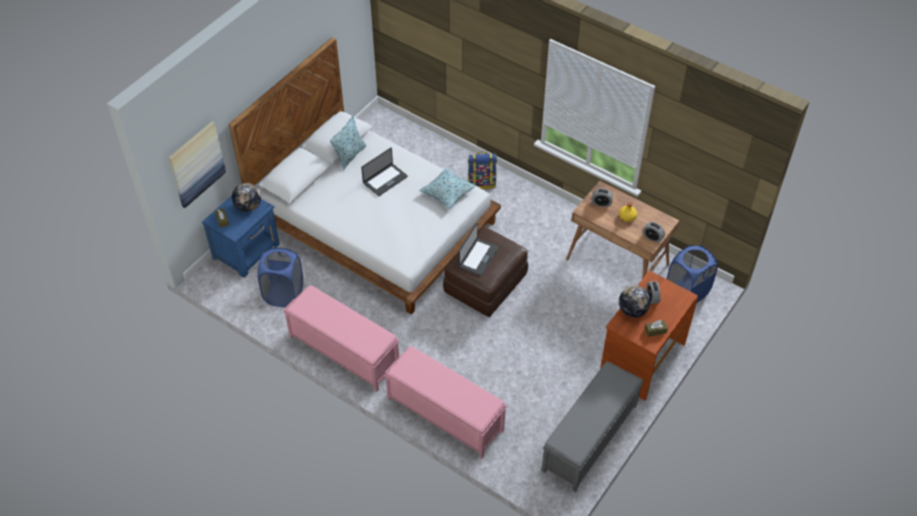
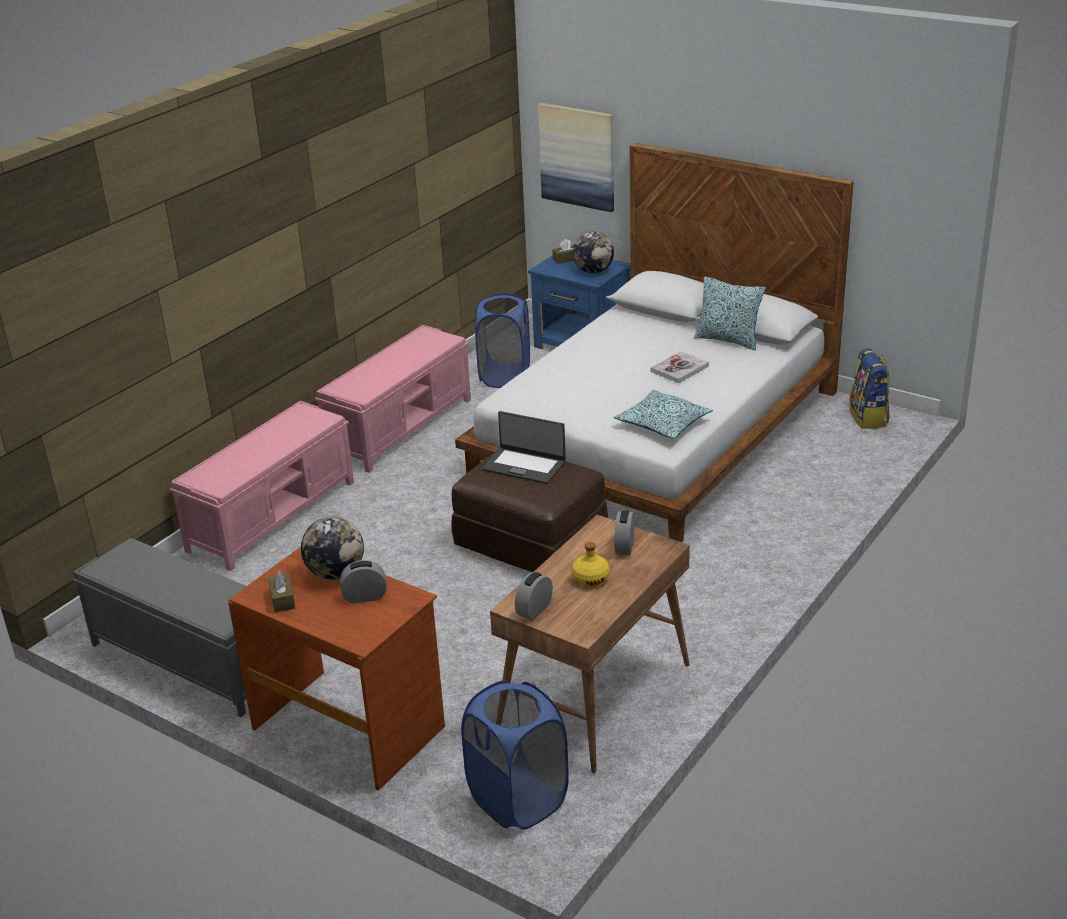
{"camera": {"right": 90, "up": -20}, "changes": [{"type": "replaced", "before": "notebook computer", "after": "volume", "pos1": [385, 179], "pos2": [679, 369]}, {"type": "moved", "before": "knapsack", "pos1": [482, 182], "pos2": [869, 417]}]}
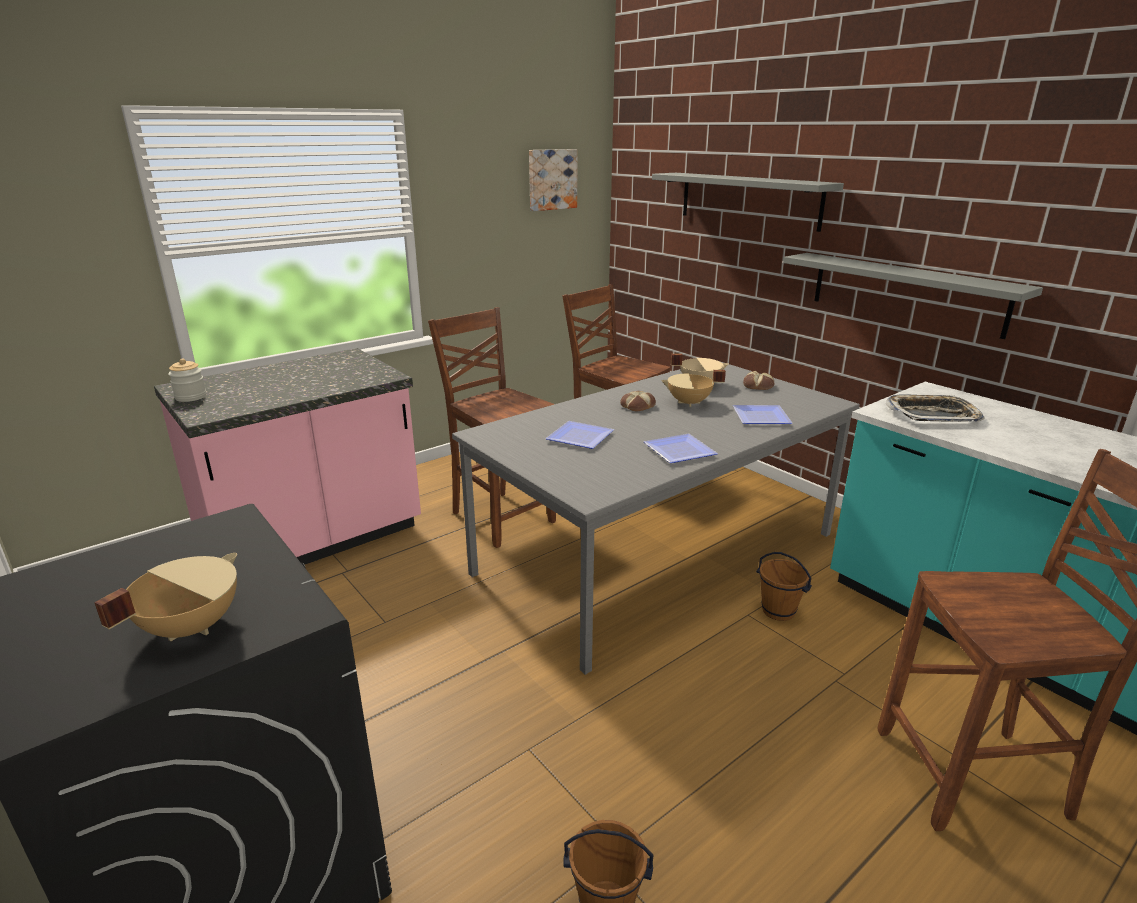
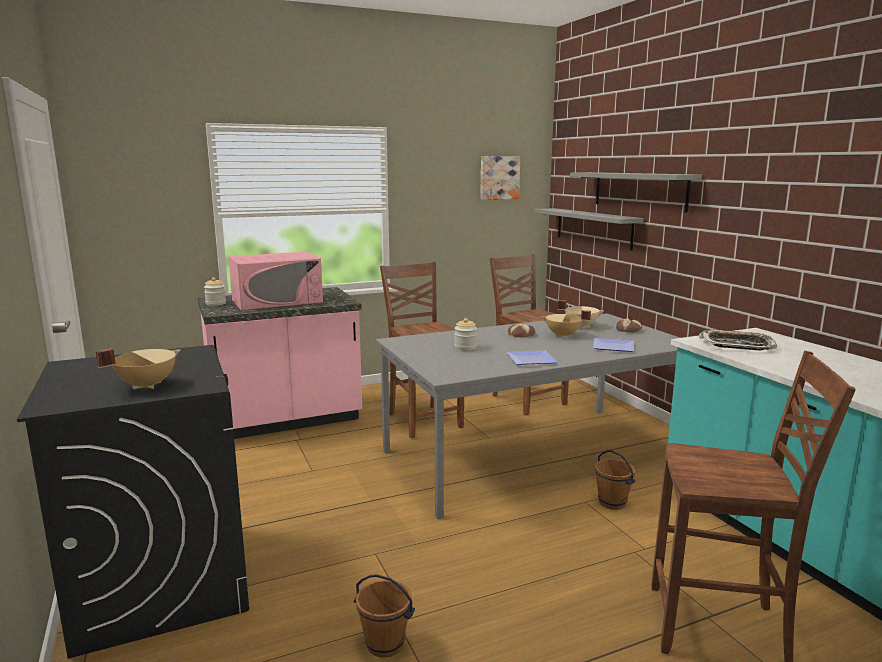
{"camera": {"right": 15, "up": -10}, "changes": [{"type": "replaced", "before": "dinner plate", "after": "jar", "pos1": [582, 437], "pos2": [465, 347]}, {"type": "moved", "before": "grey shelf", "pos1": [905, 293], "pos2": [593, 228]}, {"type": "added", "after": "pink-coloured kitchen microwave", "pos2": [277, 301]}]}
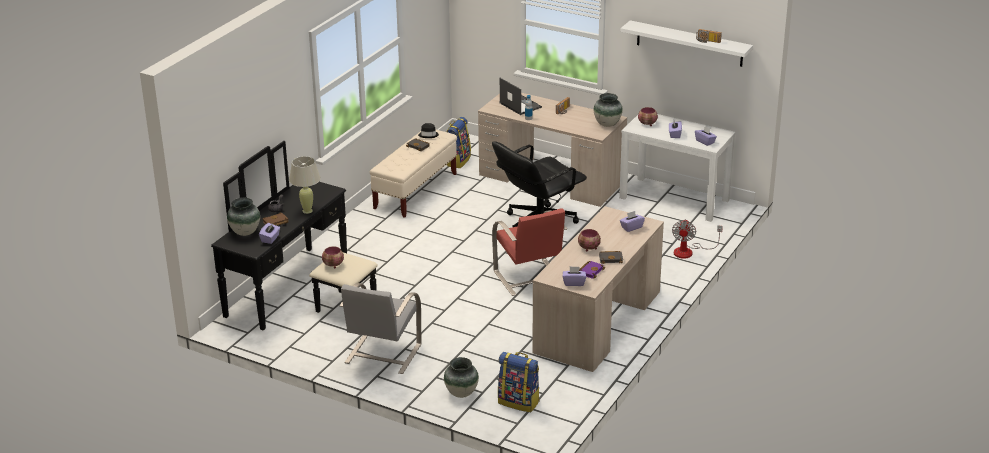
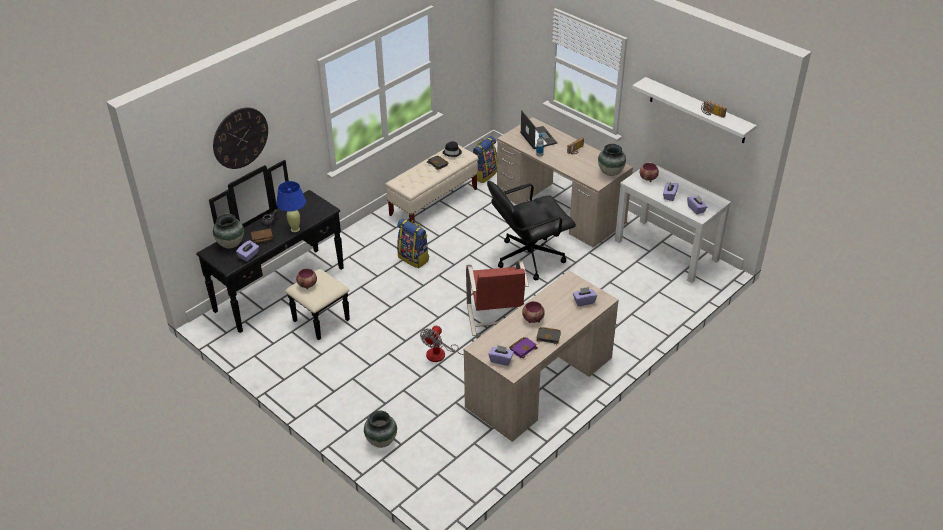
{"camera": {"right": 15, "up": 10}, "changes": [{"type": "recoloured", "before": "beige-coloured lamp for a table", "after": "blue-coloured lamp for a table", "pos1": [307, 211], "pos2": [295, 229]}, {"type": "removed", "before": "grey chair", "pos1": [382, 354]}, {"type": "moved", "before": "knapsack", "pos1": [519, 402], "pos2": [414, 258]}, {"type": "moved", "before": "cooling fan", "pos1": [689, 251], "pos2": [443, 354]}, {"type": "added", "after": "clock on the wall", "pos2": [240, 138]}]}
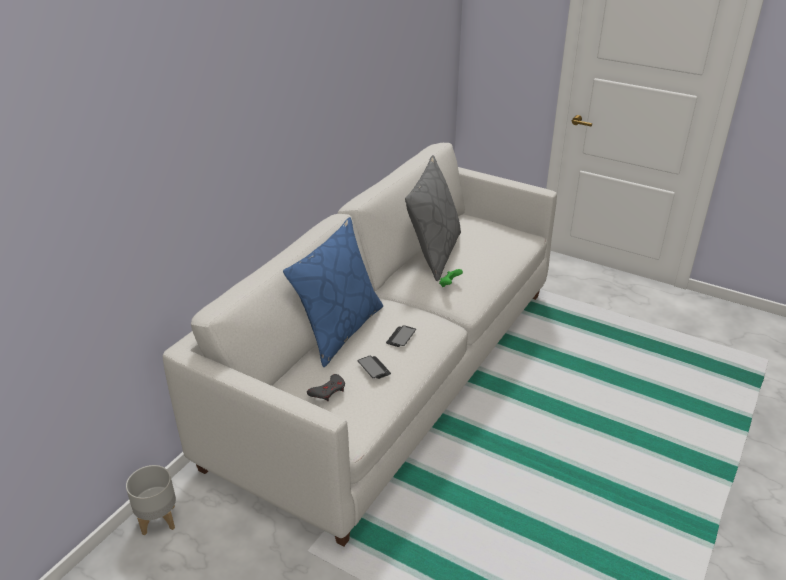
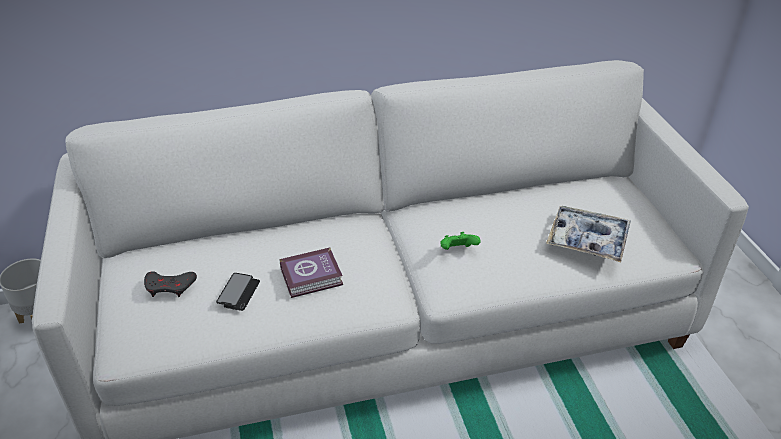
{"camera": {"right": 45, "up": 5}, "changes": [{"type": "removed", "before": "blue-coloured pillow", "pos1": [339, 330]}, {"type": "replaced", "before": "phone", "after": "volume", "pos1": [401, 337], "pos2": [313, 277]}, {"type": "removed", "before": "grey pillow", "pos1": [433, 253]}, {"type": "added", "after": "serving tray", "pos2": [587, 240]}]}
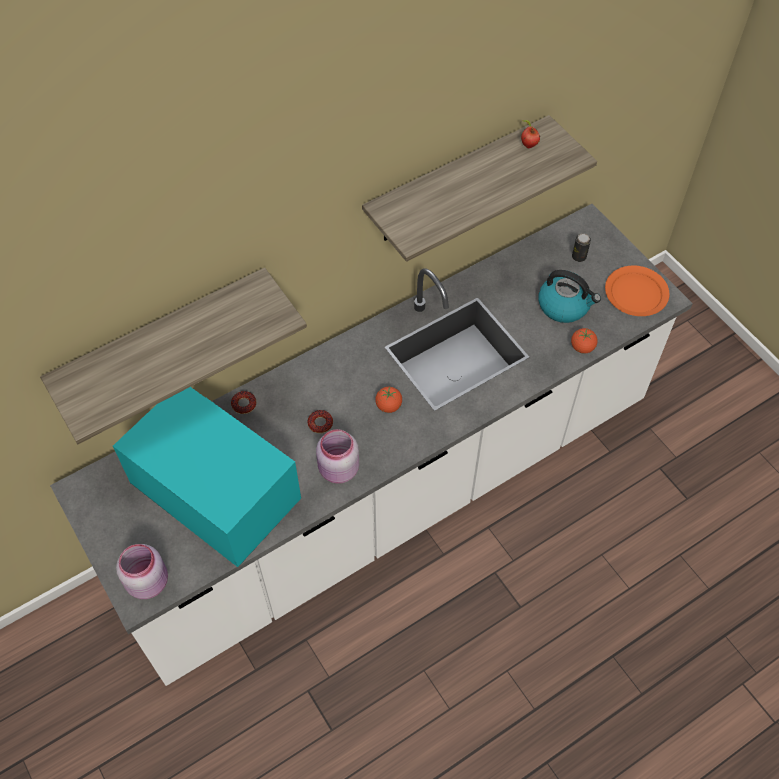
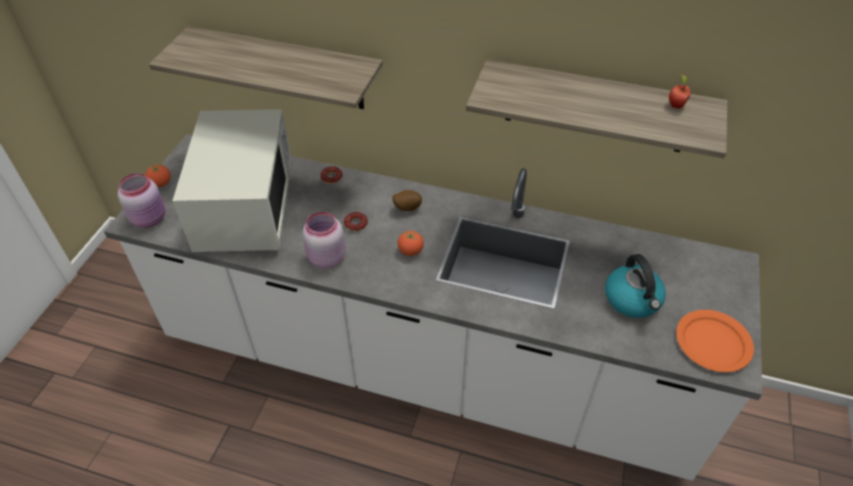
{"camera": {"right": 50, "up": -10}, "changes": [{"type": "recoloured", "before": "turquoise-coloured kitchen microwave", "after": "white-coloured kitchen microwave", "pos1": [215, 494], "pos2": [245, 208]}, {"type": "moved", "before": "tomato", "pos1": [582, 347], "pos2": [161, 184]}, {"type": "removed", "before": "metal can", "pos1": [579, 257]}, {"type": "added", "after": "spud", "pos2": [407, 208]}]}
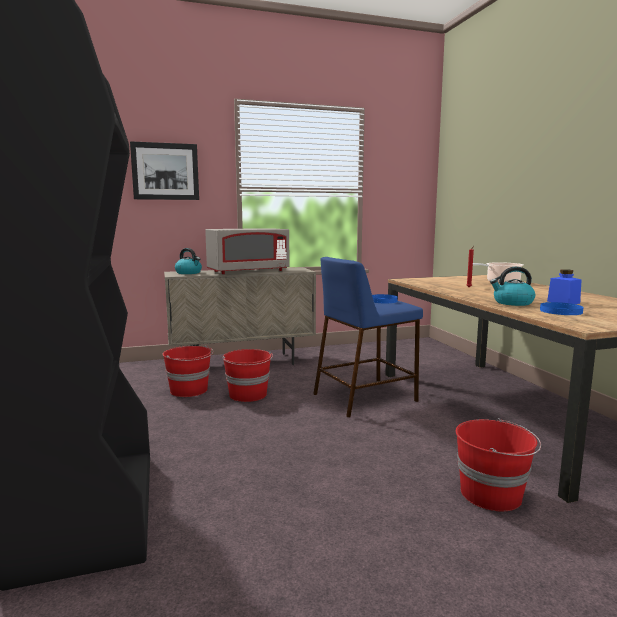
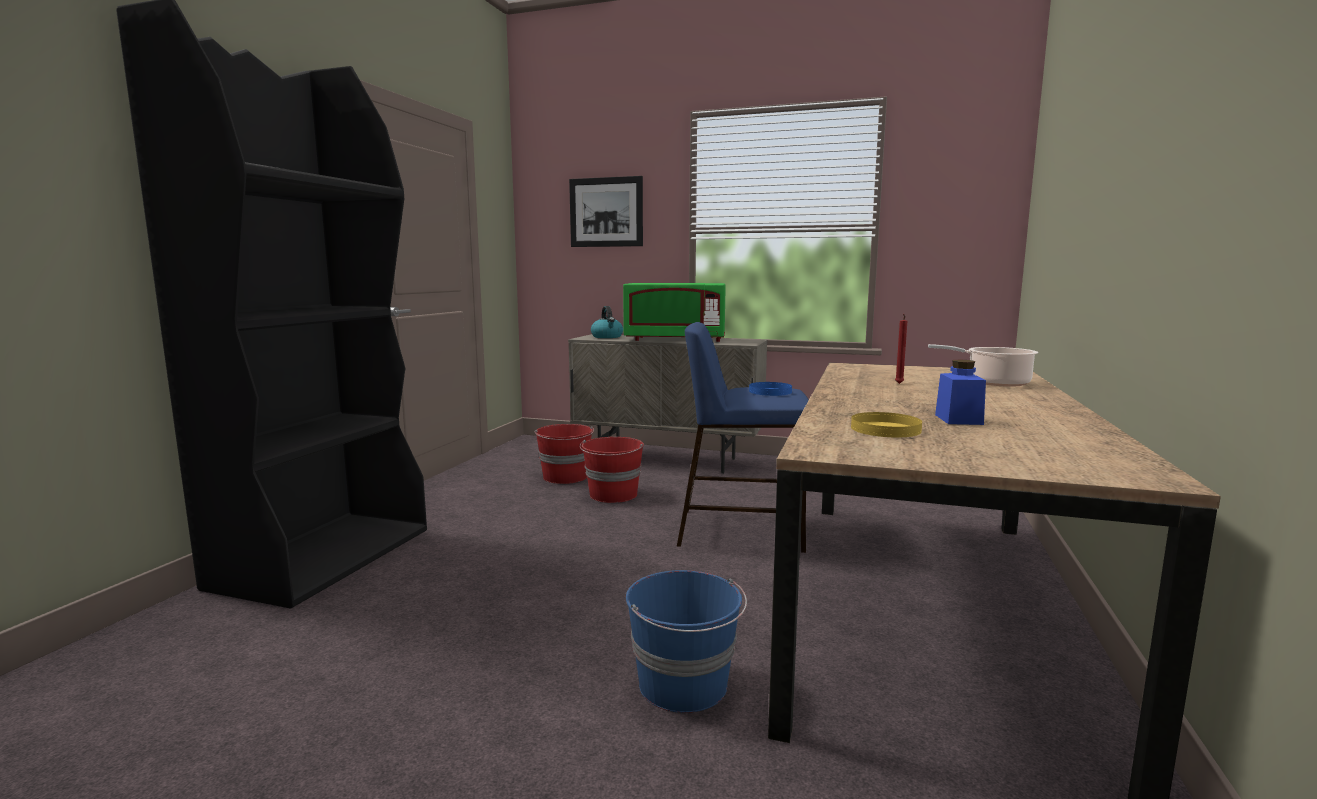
{"camera": {"right": 35, "up": 0}, "changes": [{"type": "recoloured", "before": "grey kitchen microwave", "after": "green-coloured kitchen microwave", "pos1": [248, 271], "pos2": [676, 339]}, {"type": "recoloured", "before": "red water bucket", "after": "blue-coloured water bucket", "pos1": [492, 494], "pos2": [684, 685]}, {"type": "removed", "before": "tea kettle", "pos1": [512, 303]}, {"type": "recoloured", "before": "blue-coloured dinner plate", "after": "yellow-coloured dinner plate", "pos1": [560, 311], "pos2": [885, 429]}]}
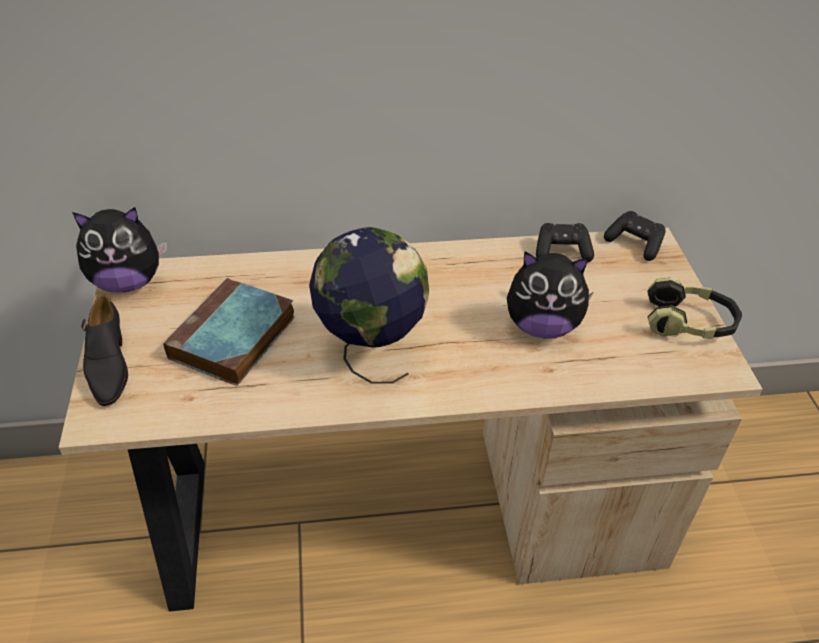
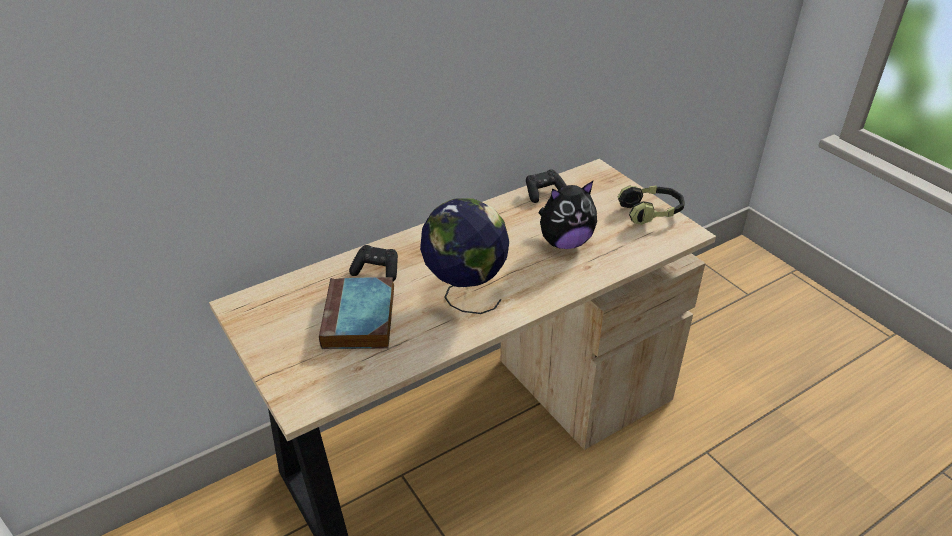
{"camera": {"right": -25, "up": -5}, "changes": [{"type": "removed", "before": "plush toy", "pos1": [128, 282]}, {"type": "removed", "before": "blackish low shoe", "pos1": [108, 365]}, {"type": "moved", "before": "blackish gamepad", "pos1": [634, 243], "pos2": [377, 271]}]}
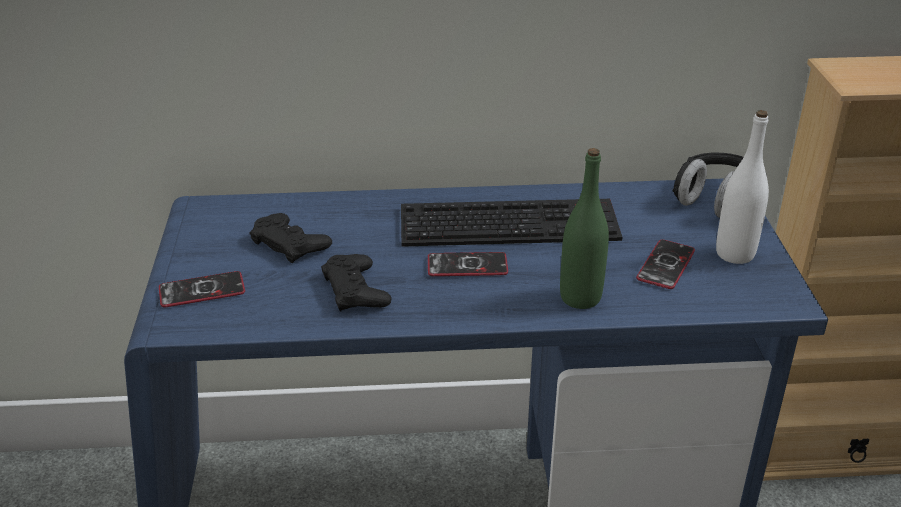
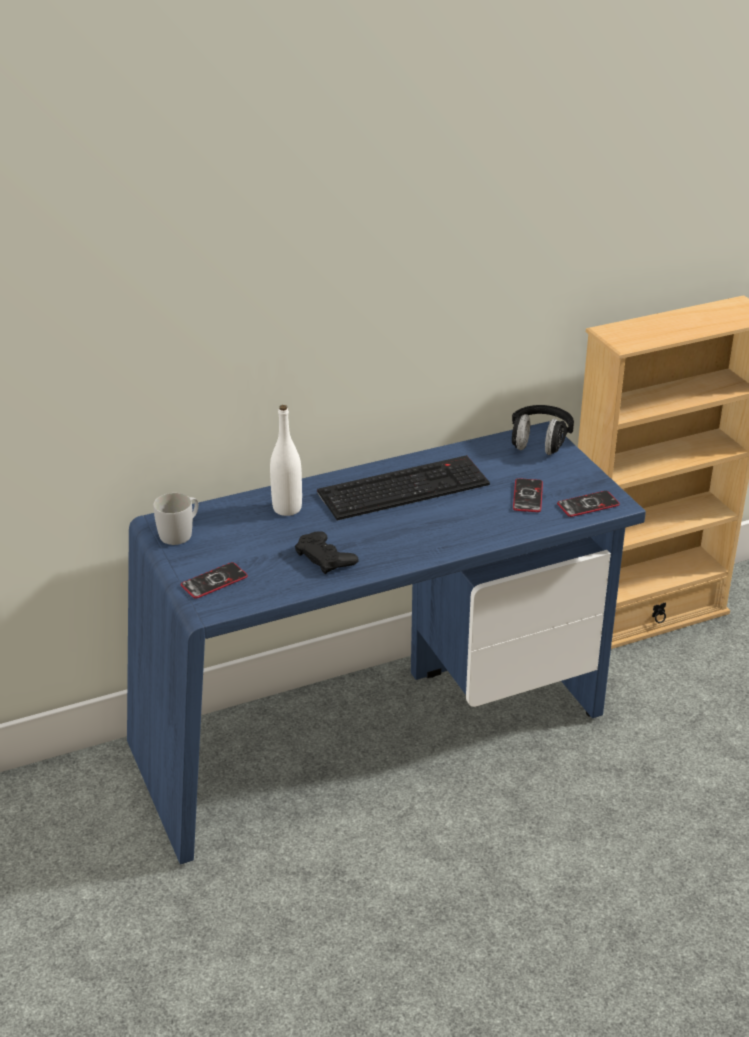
{"camera": {"right": -20, "up": 0}, "changes": [{"type": "removed", "before": "blackish gamepad", "pos1": [290, 244]}, {"type": "moved", "before": "phone", "pos1": [467, 266], "pos2": [588, 505]}, {"type": "removed", "before": "green-coloured drink bottle", "pos1": [580, 298]}, {"type": "moved", "before": "white-coloured drink bottle", "pos1": [735, 254], "pos2": [287, 508]}, {"type": "added", "after": "white-coloured tea mug", "pos2": [180, 533]}]}
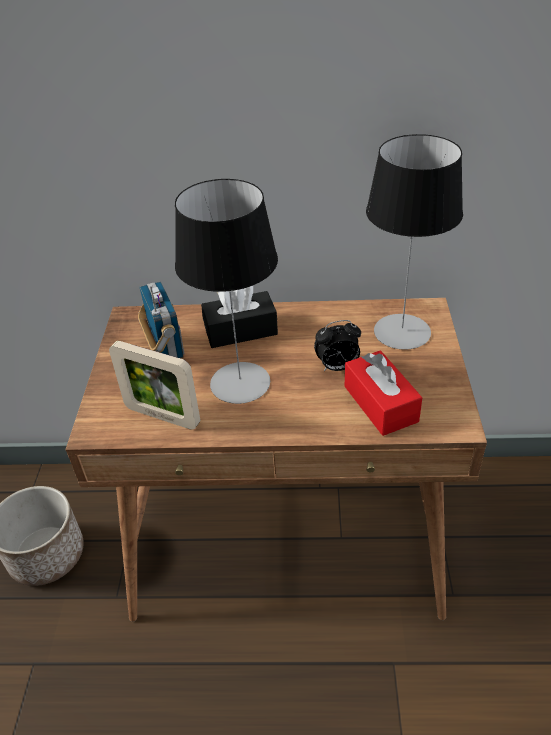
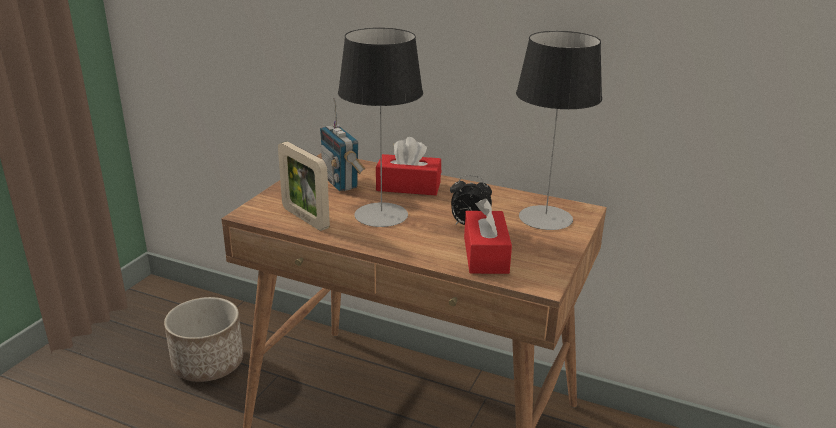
{"camera": {"right": 20, "up": -15}, "changes": [{"type": "turned", "before": "radio", "pos1": [166, 348], "pos2": [341, 183], "turn": 150}, {"type": "recoloured", "before": "blackish tissue holder", "after": "red tissue holder", "pos1": [240, 331], "pos2": [408, 186]}]}
